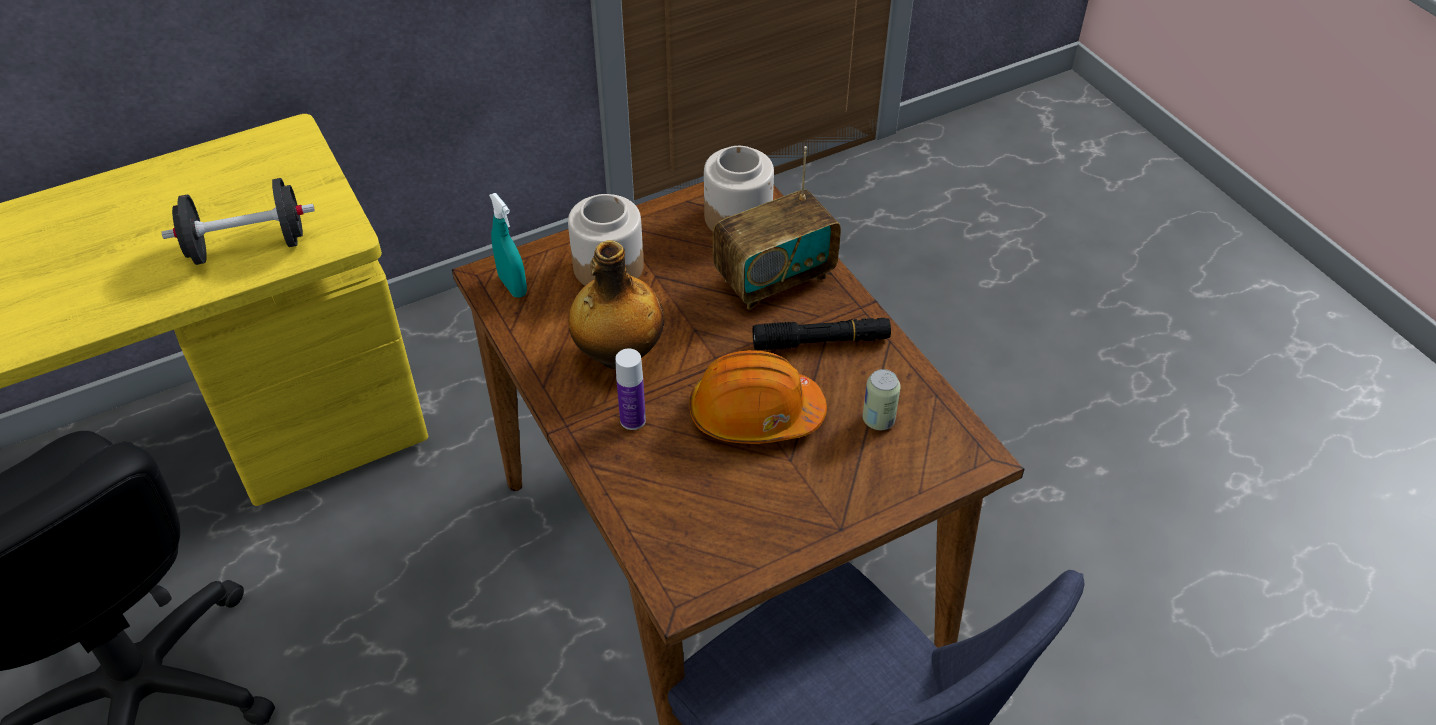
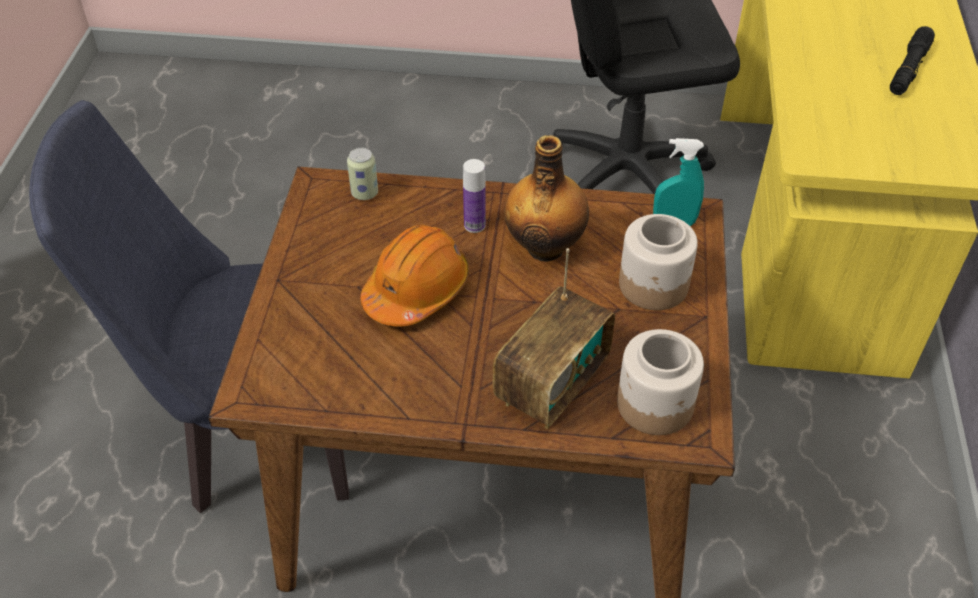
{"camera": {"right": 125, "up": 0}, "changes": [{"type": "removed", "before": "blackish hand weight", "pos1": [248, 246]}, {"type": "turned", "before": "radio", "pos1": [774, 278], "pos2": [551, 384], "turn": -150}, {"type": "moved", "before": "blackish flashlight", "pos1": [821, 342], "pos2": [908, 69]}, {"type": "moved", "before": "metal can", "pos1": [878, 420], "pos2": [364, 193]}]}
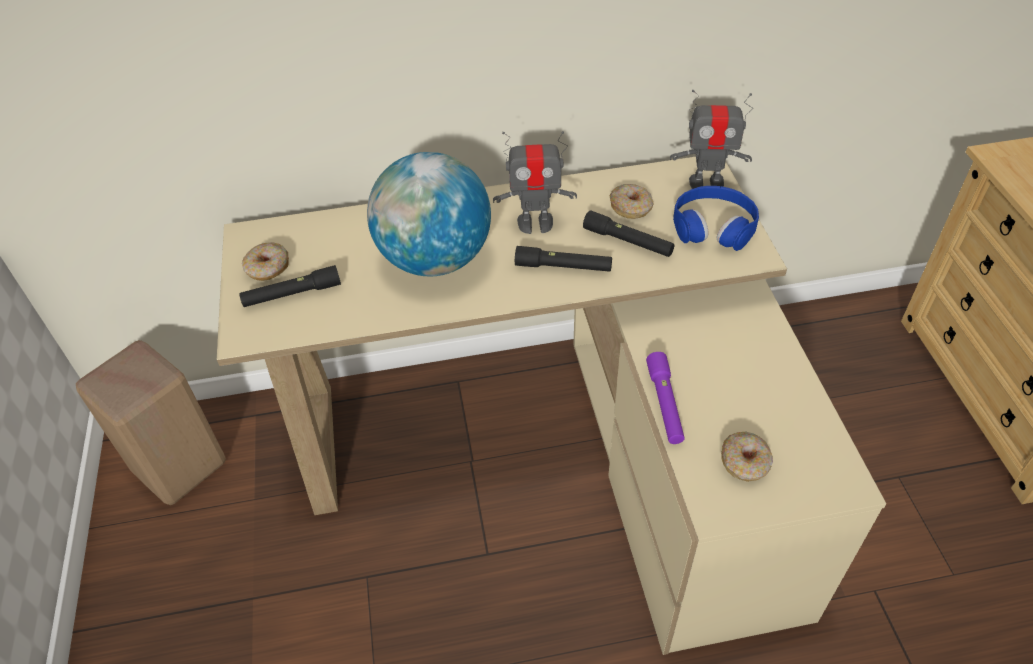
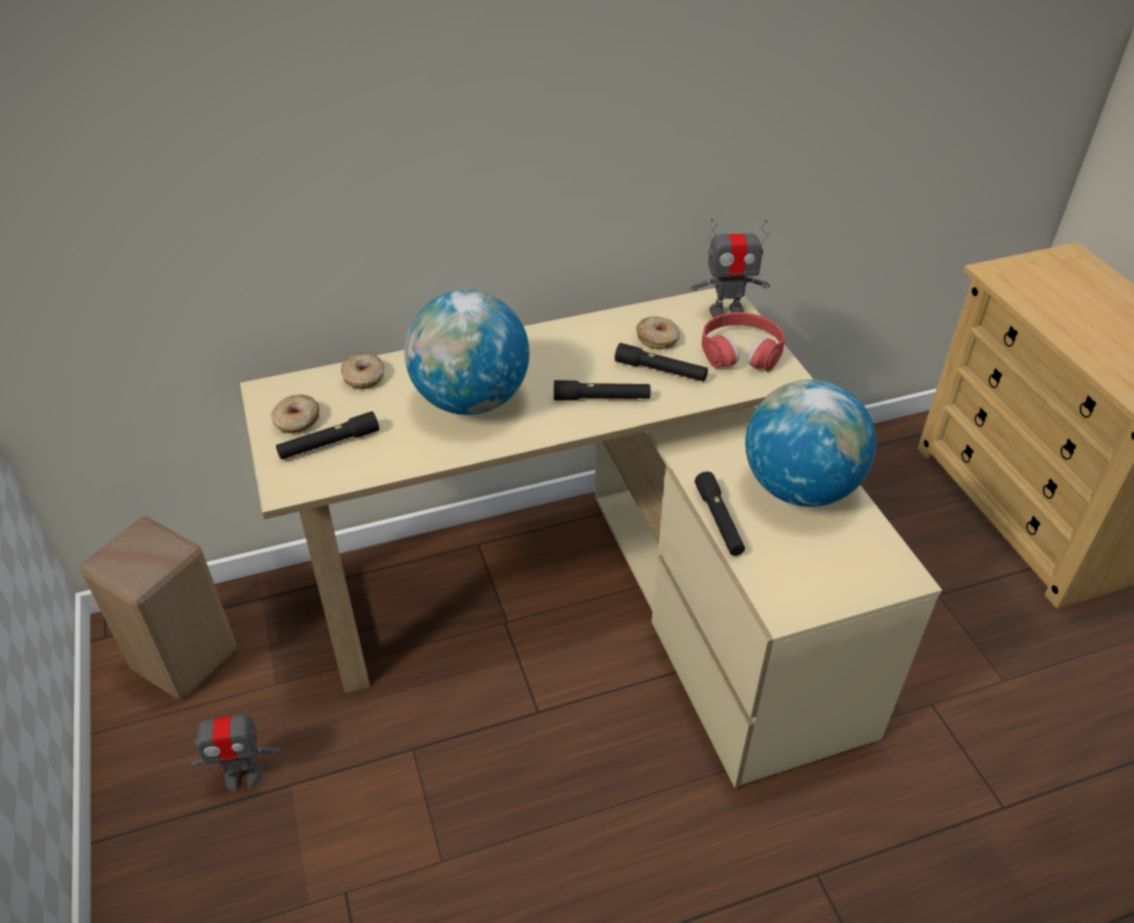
{"camera": {"right": -10, "up": -5}, "changes": [{"type": "moved", "before": "toy robot", "pos1": [535, 223], "pos2": [243, 776]}, {"type": "recoloured", "before": "purple flashlight", "after": "blackish flashlight", "pos1": [665, 403], "pos2": [719, 520]}, {"type": "recoloured", "before": "blue-coloured headset", "after": "red headset", "pos1": [713, 227], "pos2": [741, 351]}, {"type": "moved", "before": "doughnut", "pos1": [745, 462], "pos2": [364, 377]}, {"type": "added", "after": "desk globe", "pos2": [799, 487]}]}
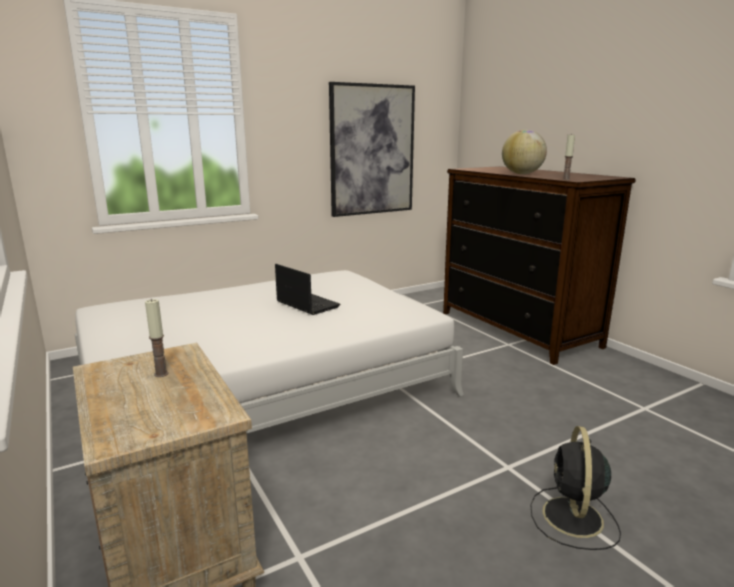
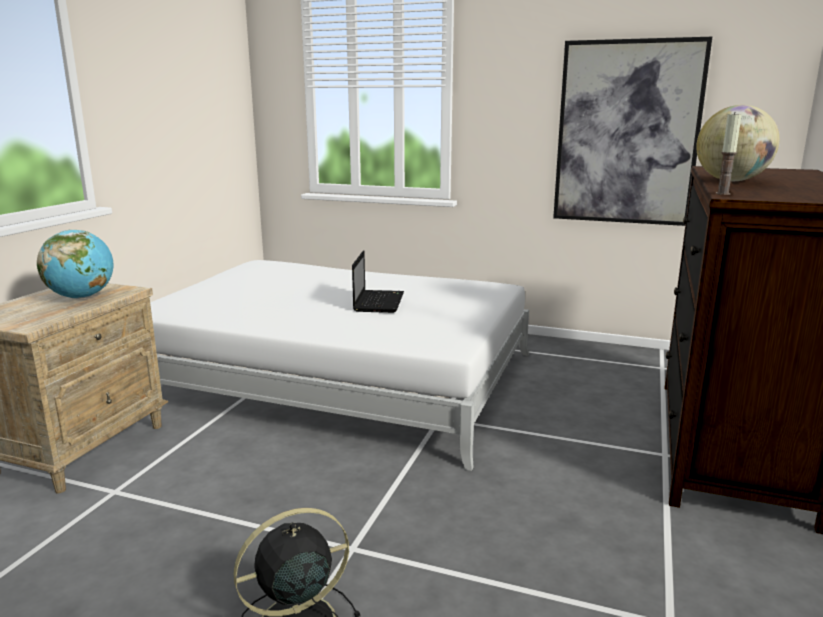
{"camera": {"right": 50, "up": 0}, "changes": [{"type": "replaced", "before": "wax light", "after": "desk globe", "pos1": [161, 374], "pos2": [81, 297]}]}
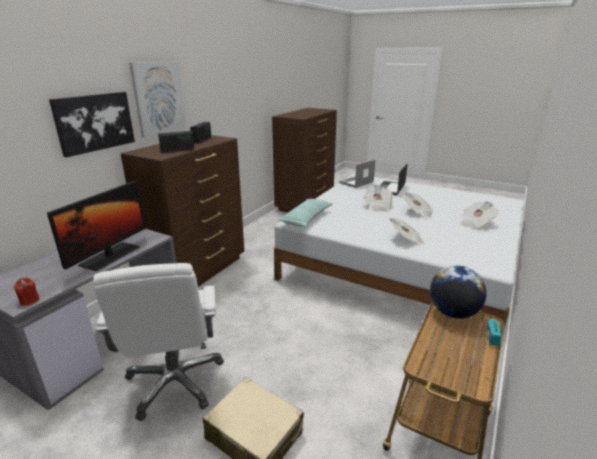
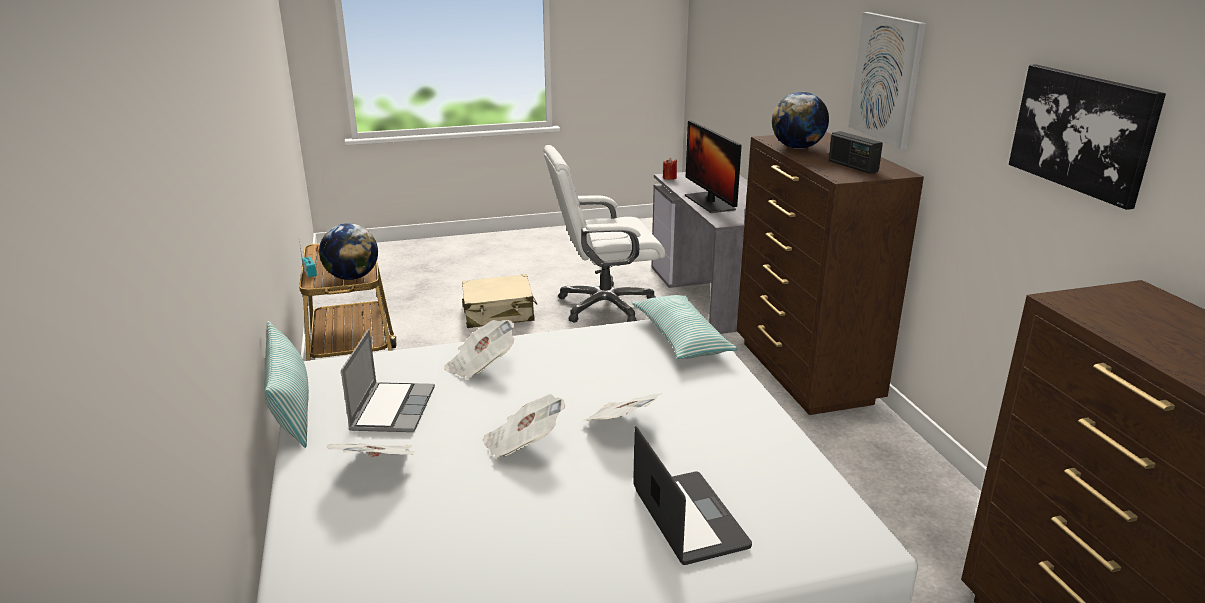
{"camera": {"right": 135, "up": 0}, "changes": [{"type": "moved", "before": "wall picture", "pos1": [94, 122], "pos2": [1082, 132]}, {"type": "turned", "before": "white-coloured desk chair", "pos1": [175, 381], "pos2": [604, 306], "turn": -45}, {"type": "replaced", "before": "radio", "after": "desk globe", "pos1": [177, 150], "pos2": [797, 148]}, {"type": "moved", "before": "notebook computer", "pos1": [356, 183], "pos2": [392, 409]}, {"type": "added", "after": "pillow", "pos2": [291, 410]}]}
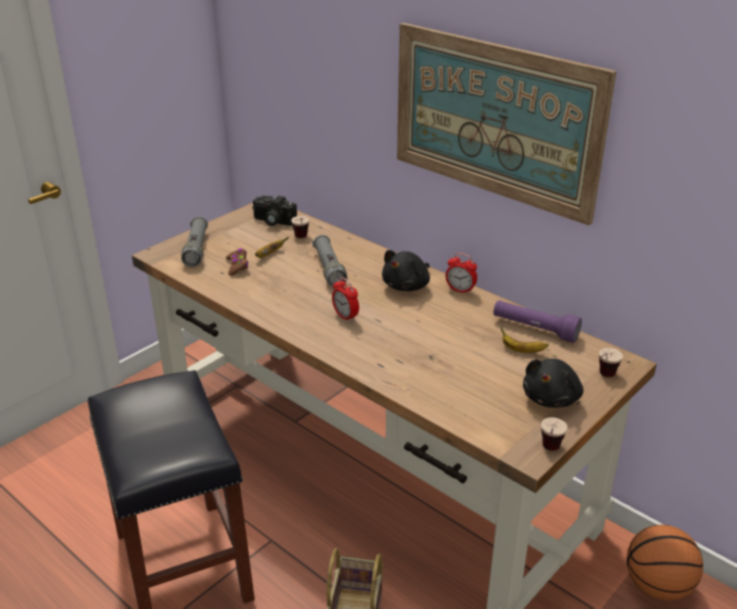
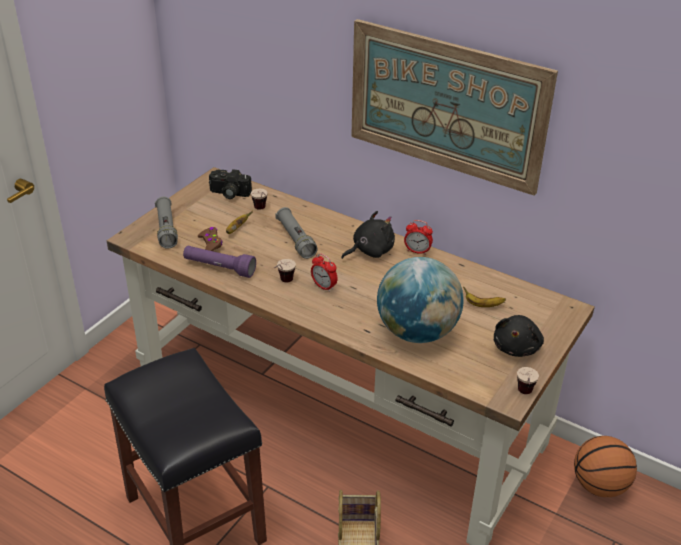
{"camera": {"right": -10, "up": 5}, "changes": [{"type": "turned", "before": "blackish plush toy", "pos1": [407, 286], "pos2": [370, 251], "turn": -150}, {"type": "moved", "before": "purple flashlight", "pos1": [534, 329], "pos2": [219, 268]}, {"type": "moved", "before": "drinking cup", "pos1": [603, 377], "pos2": [283, 283]}, {"type": "added", "after": "desk globe", "pos2": [417, 332]}]}
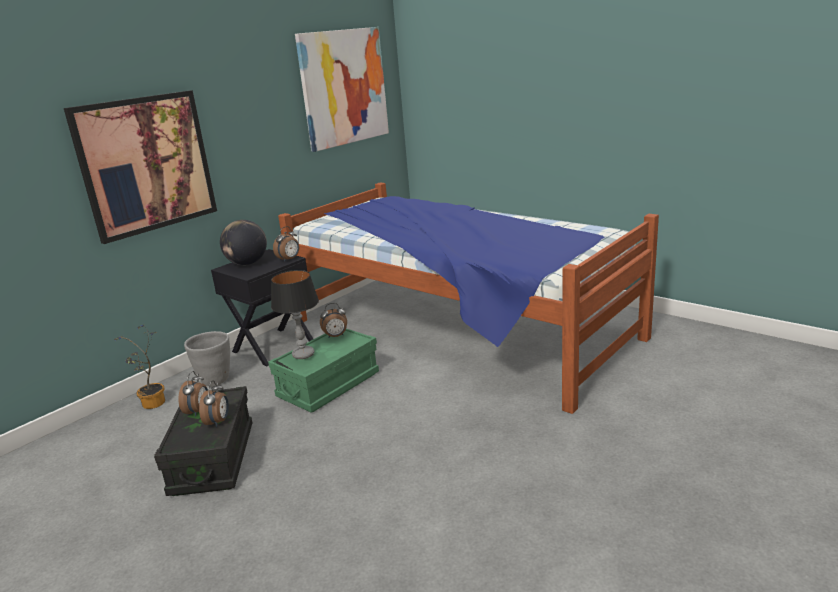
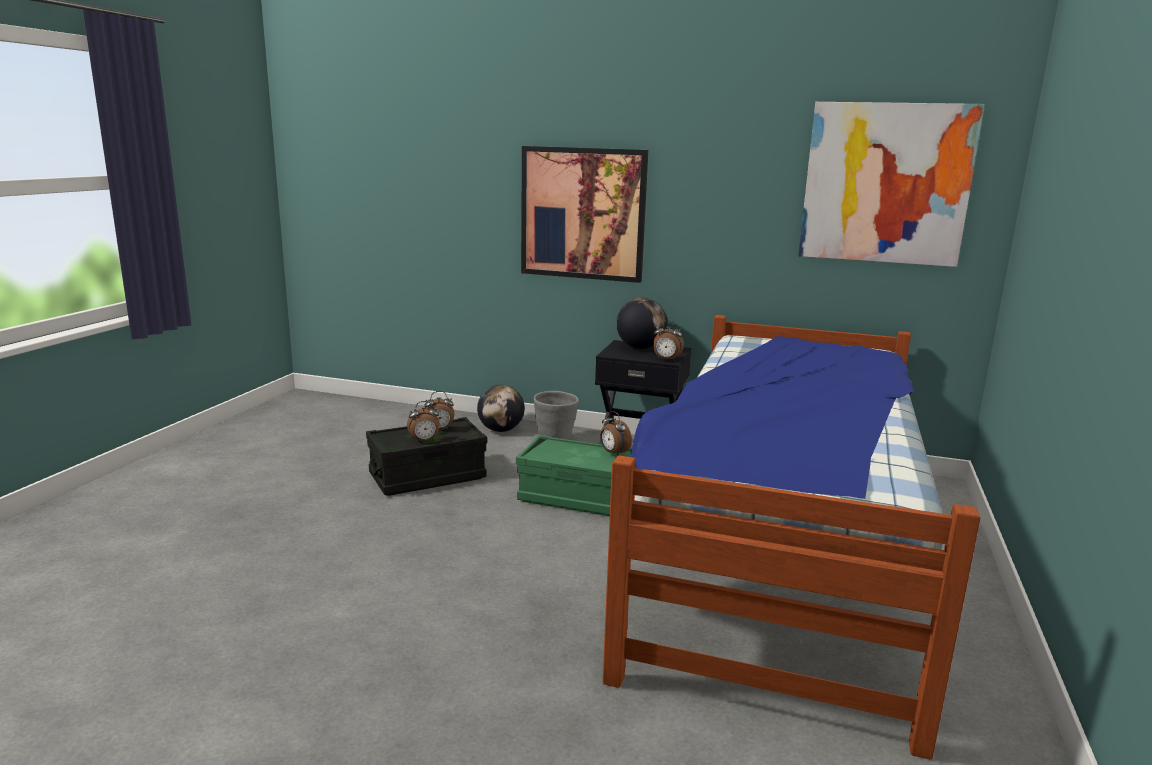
{"camera": {"right": 65, "up": -5}, "changes": [{"type": "replaced", "before": "plant in a pot", "after": "desk globe", "pos1": [153, 405], "pos2": [501, 430]}, {"type": "removed", "before": "lamp for a table", "pos1": [303, 355]}]}
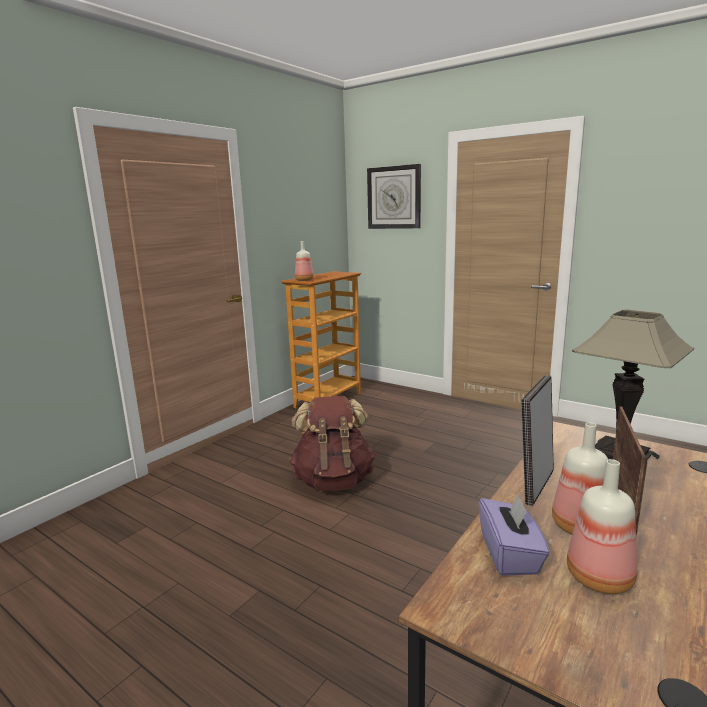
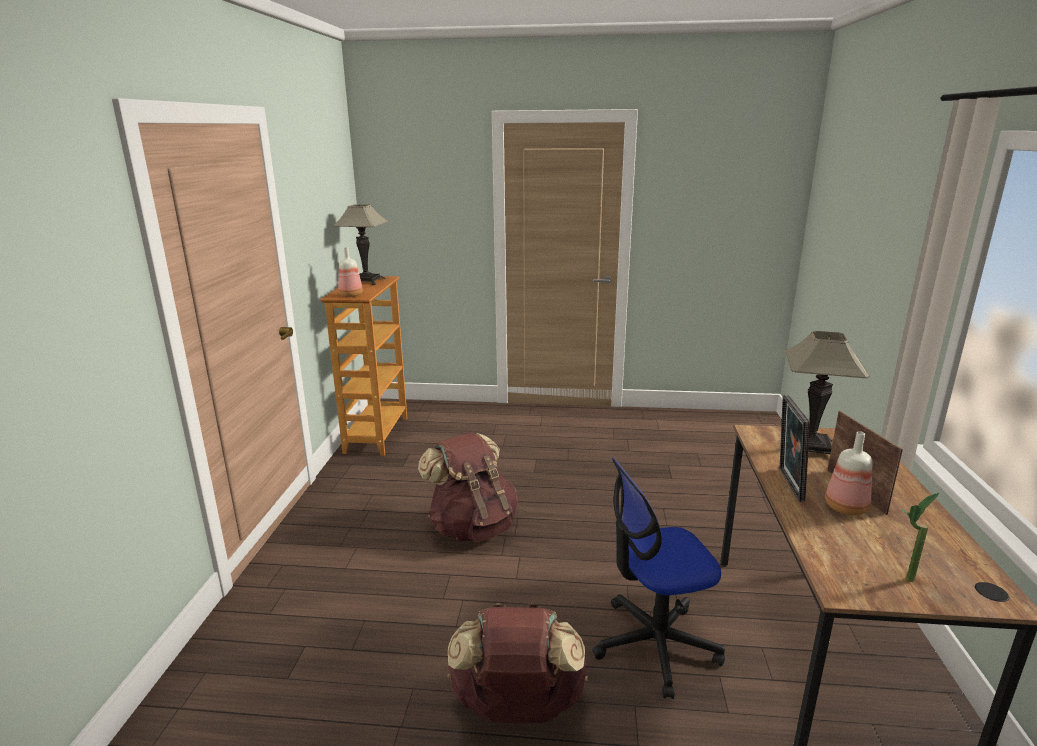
{"camera": {"right": -30, "up": 5}, "changes": [{"type": "removed", "before": "clock on the wall", "pos1": [394, 197]}, {"type": "removed", "before": "purple tissue holder", "pos1": [510, 554]}, {"type": "removed", "before": "drink bottle", "pos1": [601, 577]}, {"type": "added", "after": "lamp for a table", "pos2": [366, 281]}, {"type": "added", "after": "brown-coloured knapsack", "pos2": [517, 708]}, {"type": "added", "after": "desk chair", "pos2": [655, 644]}, {"type": "added", "after": "plant in a pot", "pos2": [904, 581]}]}
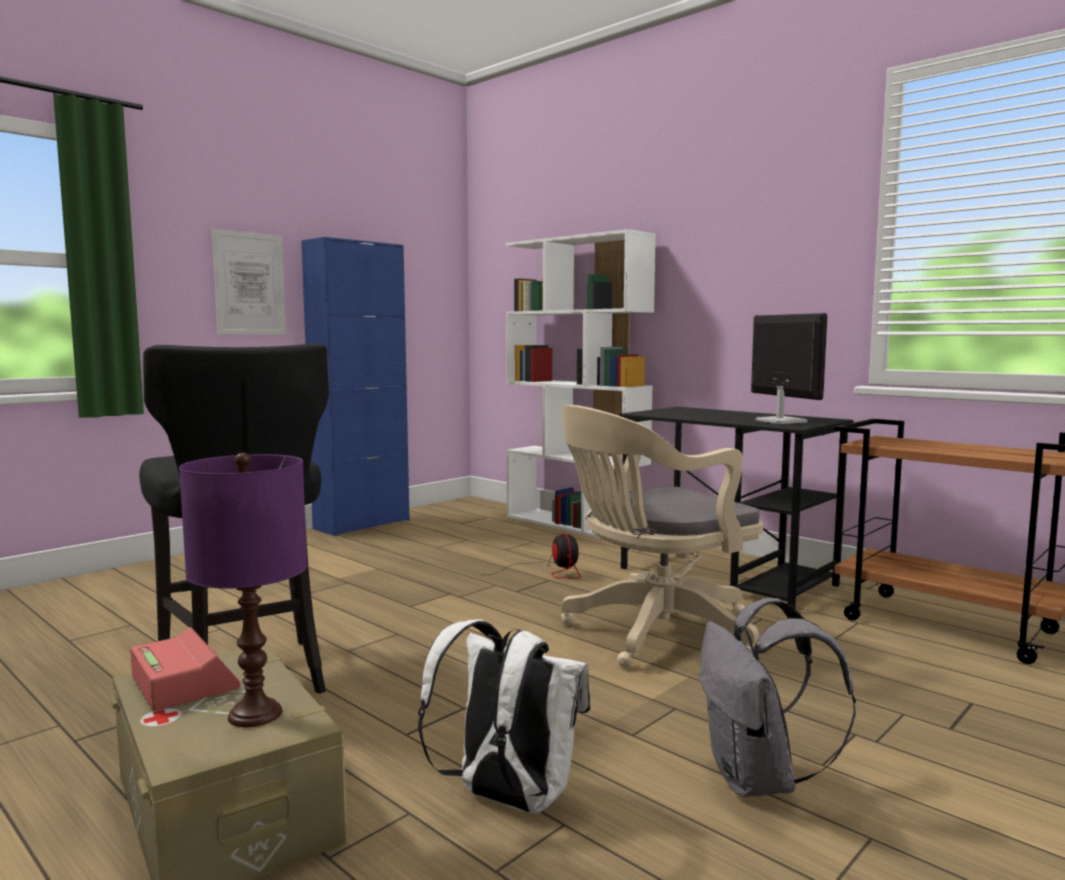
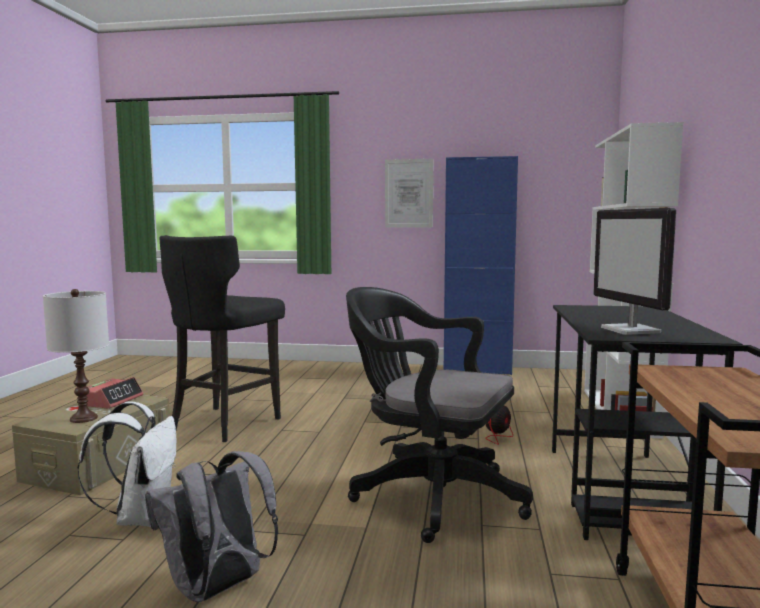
{"camera": {"right": 55, "up": 0}, "changes": [{"type": "recoloured", "before": "purple lamp for a table", "after": "white-coloured lamp for a table", "pos1": [255, 714], "pos2": [84, 418]}, {"type": "recoloured", "before": "beige-coloured desk chair", "after": "blackish desk chair", "pos1": [653, 633], "pos2": [430, 495]}, {"type": "turned", "before": "monitor", "pos1": [780, 421], "pos2": [631, 330], "turn": 135}]}
